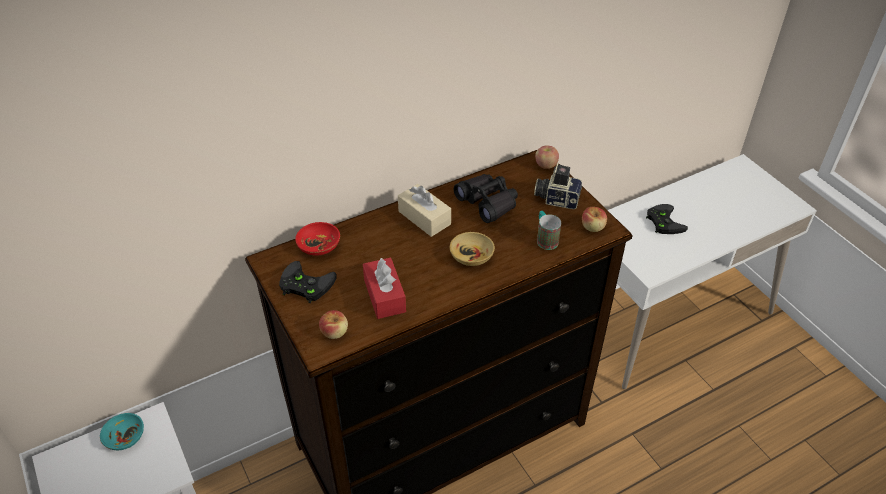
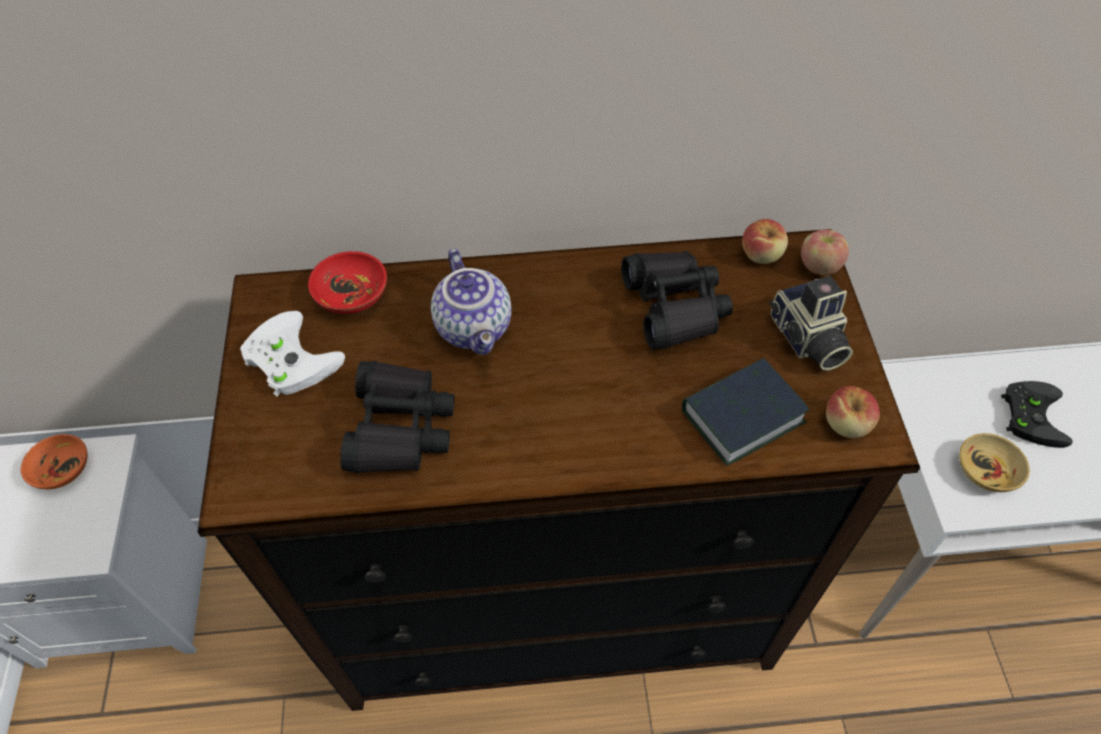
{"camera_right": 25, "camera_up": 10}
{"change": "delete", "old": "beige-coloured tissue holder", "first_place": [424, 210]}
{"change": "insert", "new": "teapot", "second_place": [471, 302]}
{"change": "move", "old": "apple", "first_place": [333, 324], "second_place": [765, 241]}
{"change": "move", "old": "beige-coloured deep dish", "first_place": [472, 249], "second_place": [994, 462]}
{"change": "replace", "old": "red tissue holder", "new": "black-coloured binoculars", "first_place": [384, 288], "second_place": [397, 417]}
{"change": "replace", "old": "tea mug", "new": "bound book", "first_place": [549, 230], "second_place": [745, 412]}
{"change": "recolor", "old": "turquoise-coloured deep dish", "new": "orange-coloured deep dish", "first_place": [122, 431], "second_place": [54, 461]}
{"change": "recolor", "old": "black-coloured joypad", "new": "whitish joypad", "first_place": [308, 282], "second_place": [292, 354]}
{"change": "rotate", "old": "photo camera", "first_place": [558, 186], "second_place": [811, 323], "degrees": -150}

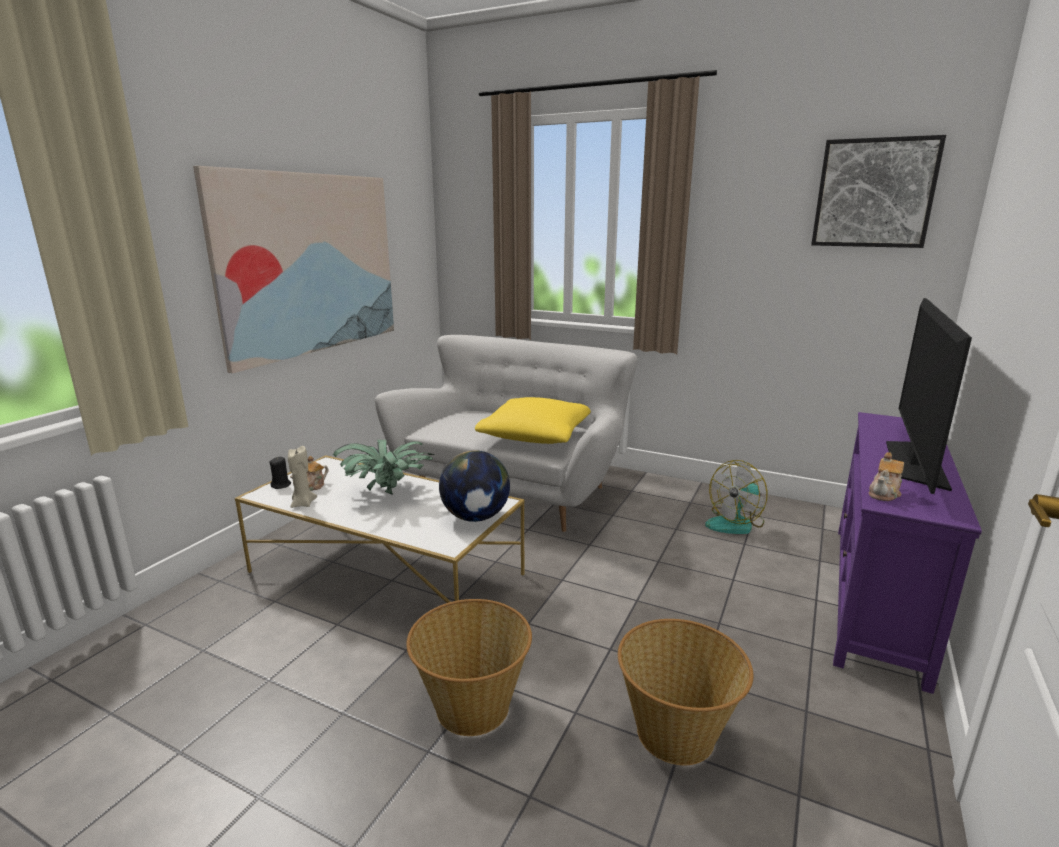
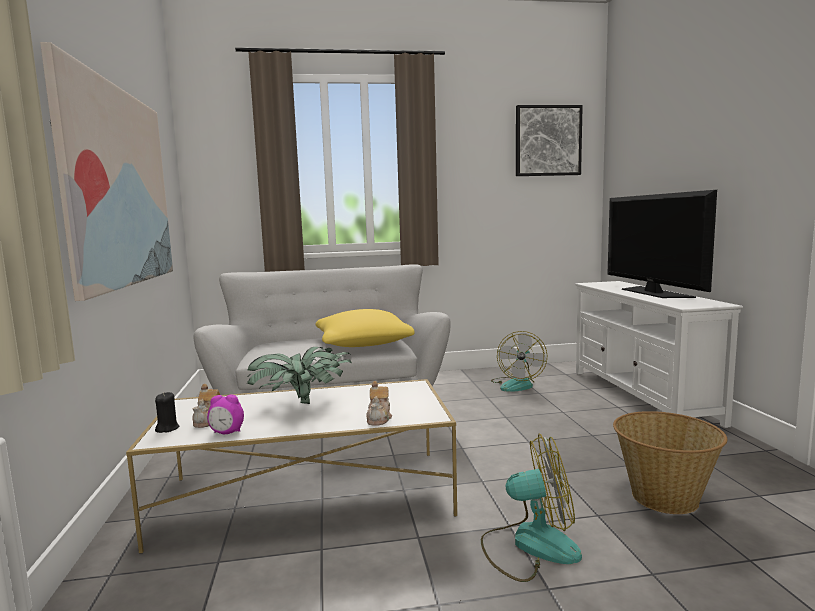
{"camera_right": -35, "camera_up": -10}
{"change": "delete", "old": "world globe", "first_place": [474, 486]}
{"change": "move", "old": "teapot", "first_place": [886, 476], "second_place": [379, 403]}
{"change": "replace", "old": "beige-coloured candle", "new": "bedside clock", "first_place": [302, 477], "second_place": [225, 414]}
{"change": "replace", "old": "household basket", "new": "fan", "first_place": [469, 667], "second_place": [531, 507]}
{"change": "recolor", "old": "purplish tv unit", "new": "whitish tv unit", "first_place": [907, 553], "second_place": [659, 354]}

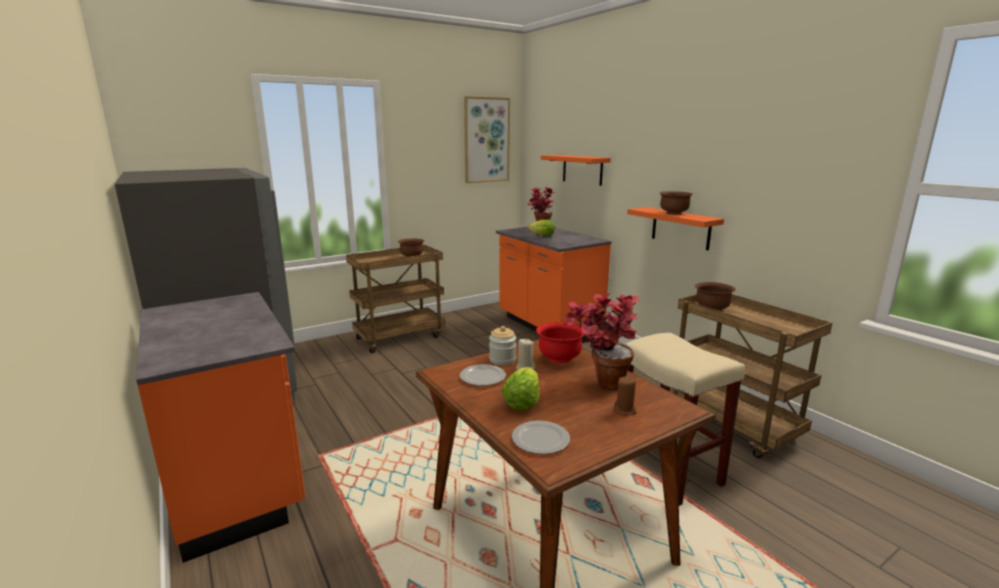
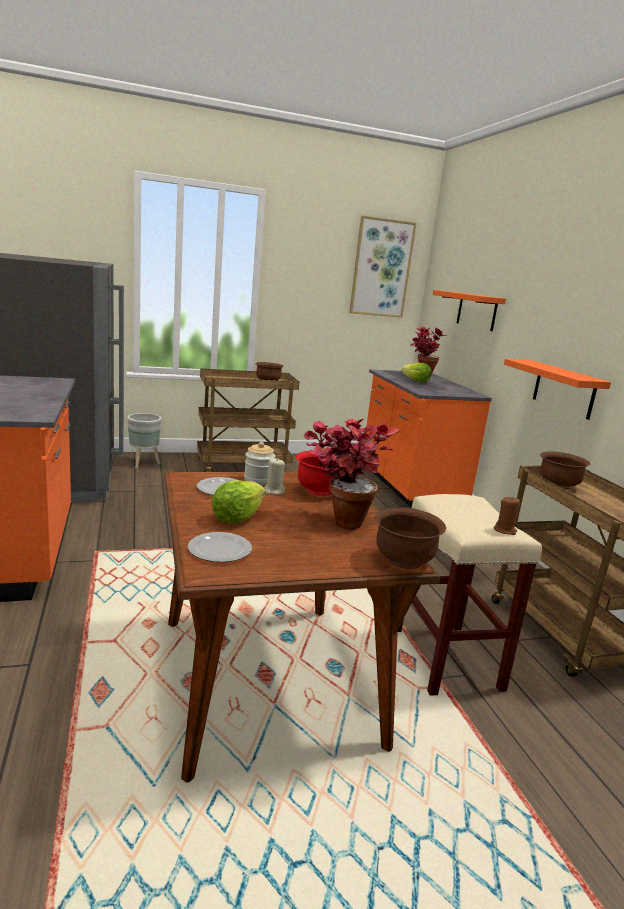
{"camera_right": 15, "camera_up": 0}
{"change": "insert", "new": "greyish plant pot", "second_place": [144, 441]}
{"change": "move", "old": "brown-coloured candle", "first_place": [625, 396], "second_place": [506, 515]}
{"change": "move", "old": "brown-coloured deep dish", "first_place": [676, 203], "second_place": [410, 538]}

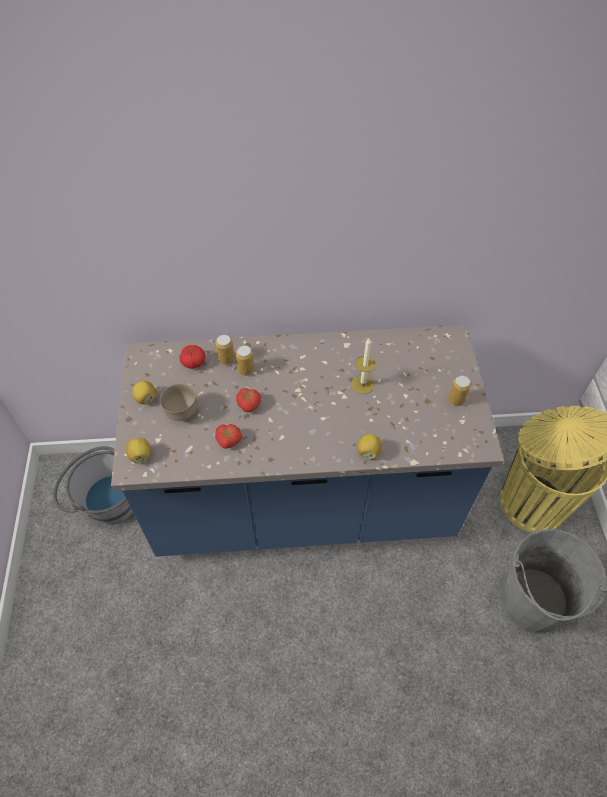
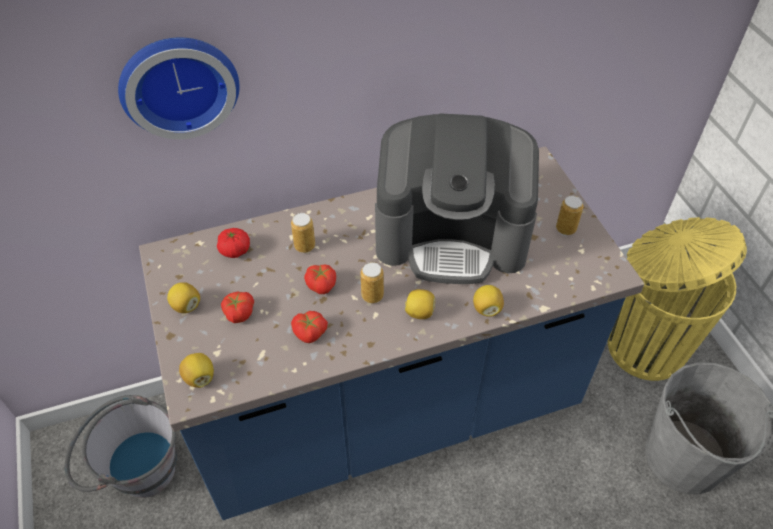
{"camera_right": -15, "camera_up": -5}
{"change": "insert", "new": "wall clock", "second_place": [178, 88]}
{"change": "insert", "new": "lemon", "second_place": [420, 304]}
{"change": "move", "old": "metal can", "first_place": [225, 350], "second_place": [372, 282]}
{"change": "replace", "old": "brown-coloured deep dish", "new": "whole tomato", "first_place": [179, 402], "second_place": [237, 307]}
{"change": "replace", "old": "candle", "new": "coffee brewer", "first_place": [364, 366], "second_place": [457, 198]}

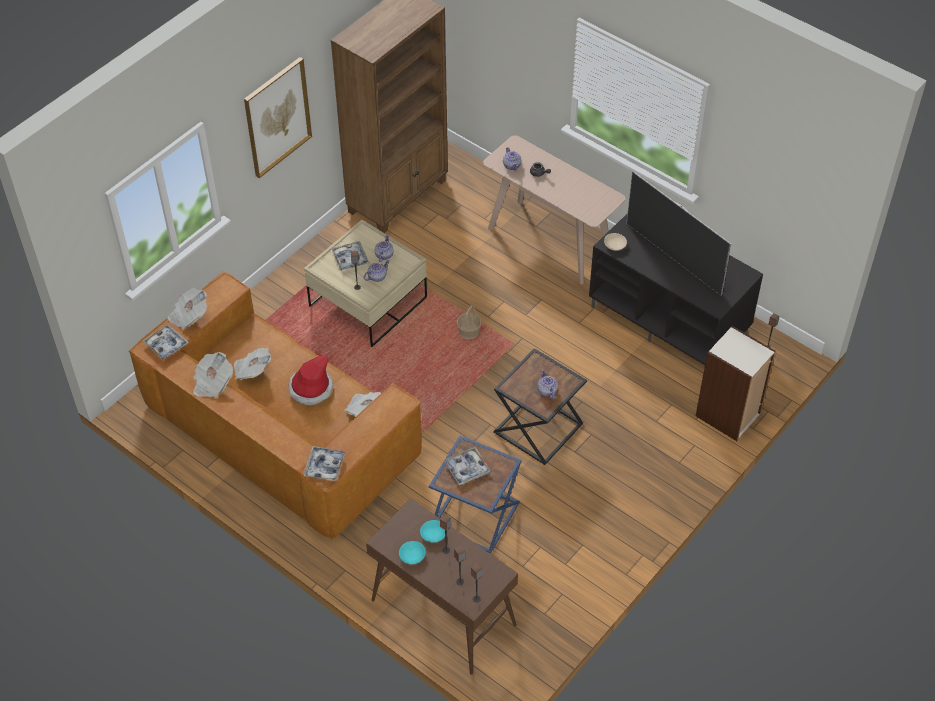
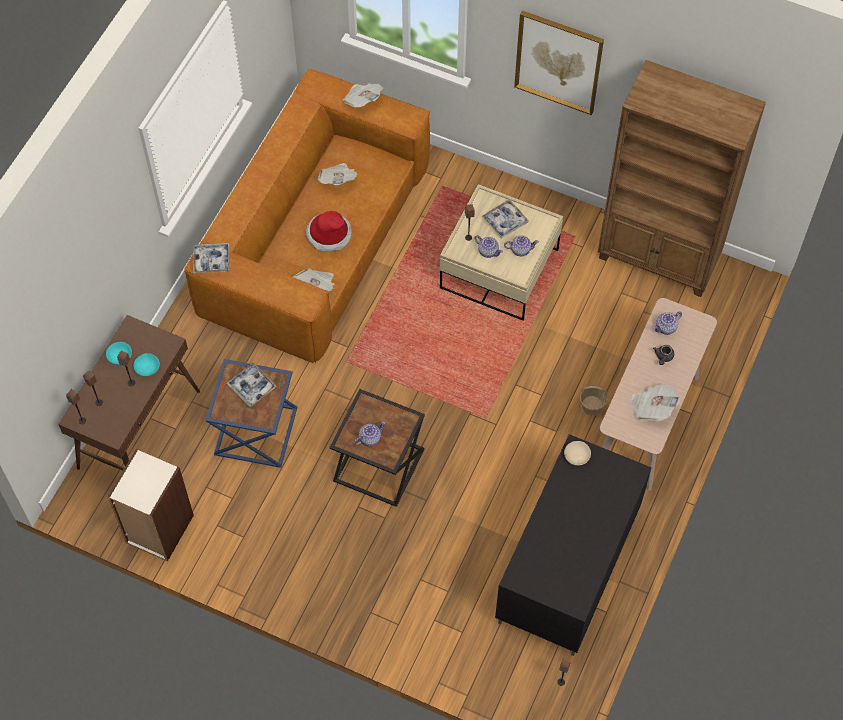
{"camera_right": 75, "camera_up": 10}
{"change": "delete", "old": "carrying tray", "first_place": [165, 342]}
{"change": "delete", "old": "television", "first_place": [678, 233]}
{"change": "move", "old": "printed paper", "first_place": [213, 375], "second_place": [655, 402]}
{"change": "move", "old": "household basket", "first_place": [469, 322], "second_place": [593, 401]}
{"change": "move", "old": "bookshelf", "first_place": [736, 383], "second_place": [151, 505]}

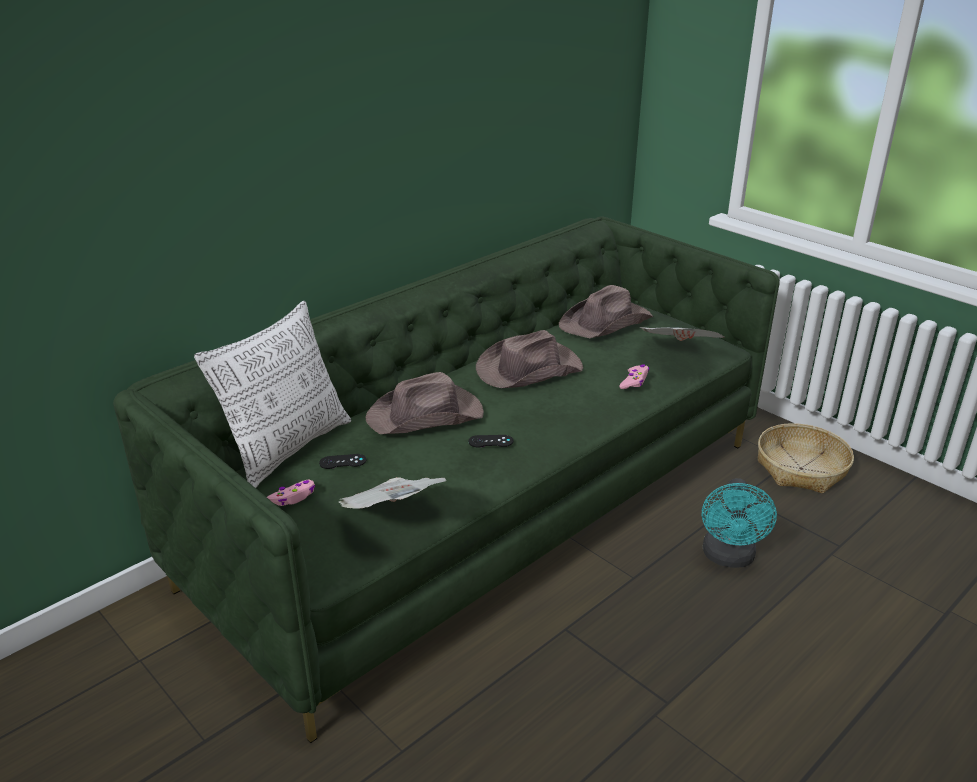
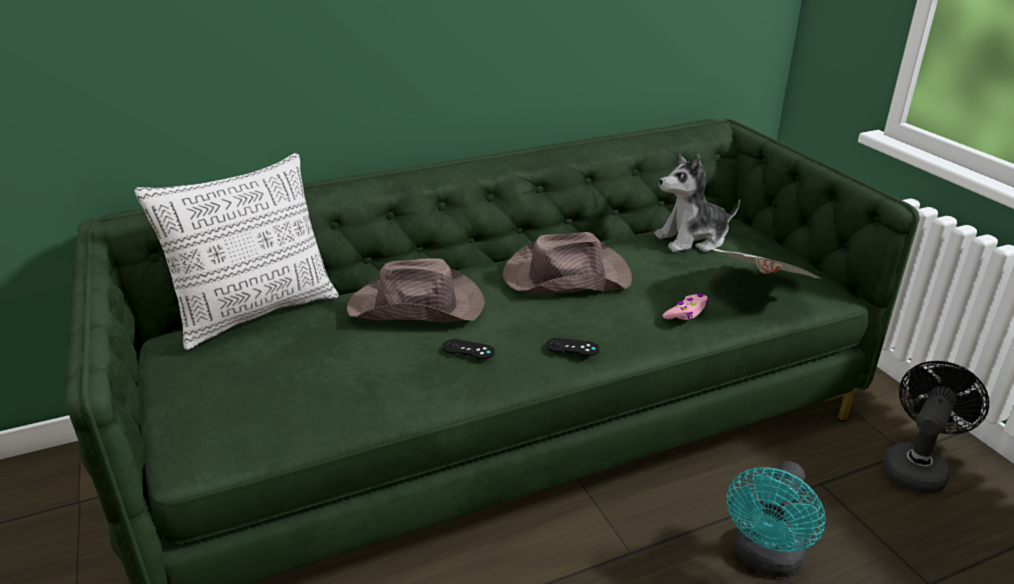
{"camera_right": 20, "camera_up": 0}
{"change": "delete", "old": "pinkish joypad", "first_place": [291, 493]}
{"change": "delete", "old": "printed paper", "first_place": [392, 493]}
{"change": "move", "old": "black-coloured joypad", "first_place": [342, 461], "second_place": [572, 347]}
{"change": "replace", "old": "brown-coloured wearable hat", "new": "cuddly toy", "first_place": [606, 311], "second_place": [697, 203]}
{"change": "replace", "old": "household basket", "new": "black-coloured fan", "first_place": [806, 458], "second_place": [936, 427]}

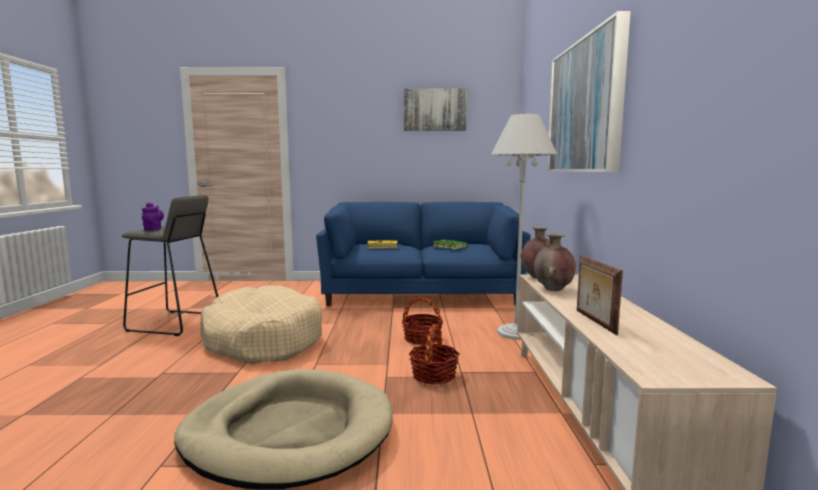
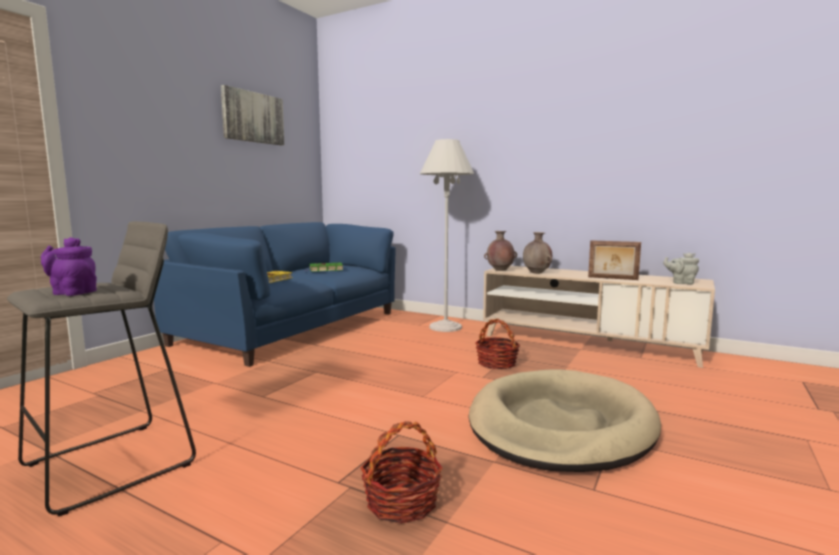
{"camera_right": -60, "camera_up": 0}
{"change": "delete", "old": "beige-coloured dog bed", "first_place": [261, 324]}
{"change": "delete", "old": "wall art", "first_place": [589, 91]}
{"change": "insert", "new": "greyish teapot", "second_place": [681, 268]}
{"change": "move", "old": "household basket", "first_place": [422, 321], "second_place": [401, 472]}

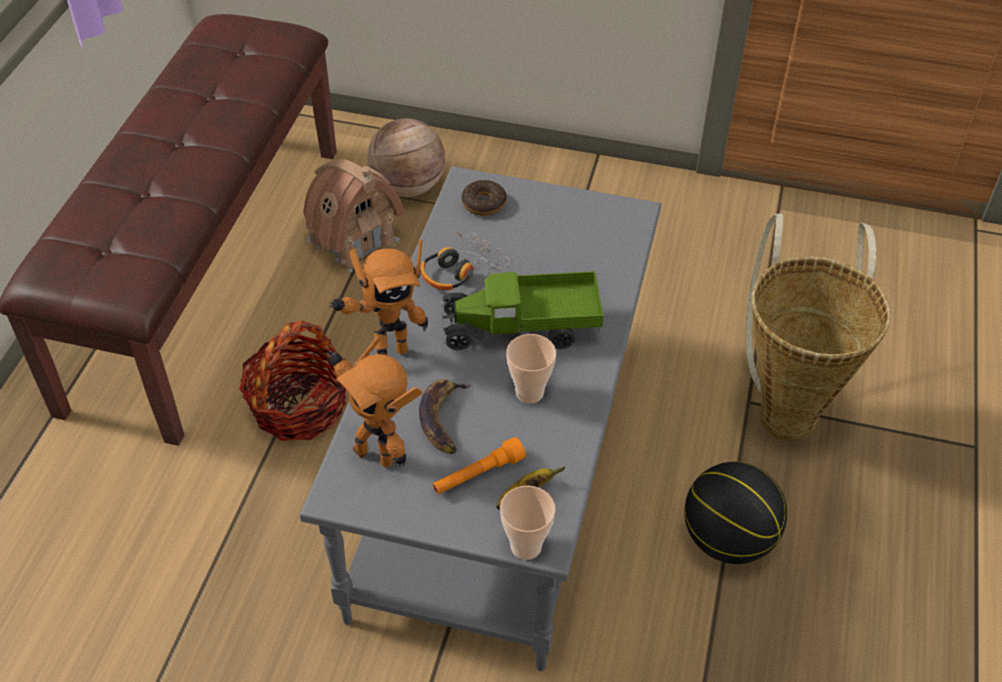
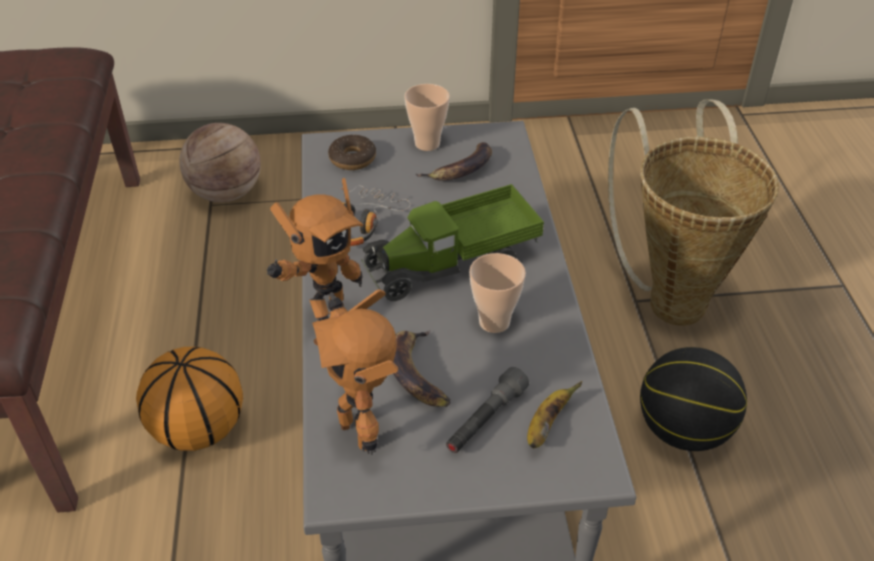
{"camera_right": -20, "camera_up": -5}
{"change": "delete", "old": "toy house", "first_place": [354, 215]}
{"change": "insert", "new": "banana", "second_place": [454, 161]}
{"change": "move", "old": "drinking cup", "first_place": [528, 523], "second_place": [427, 117]}
{"change": "replace", "old": "household basket", "new": "basketball ball", "first_place": [292, 381], "second_place": [189, 399]}
{"change": "recolor", "old": "orange-coloured torch", "new": "greyish torch", "first_place": [479, 465], "second_place": [487, 410]}
{"change": "rotate", "old": "toy robot", "first_place": [374, 401], "second_place": [355, 372], "degrees": 45}

